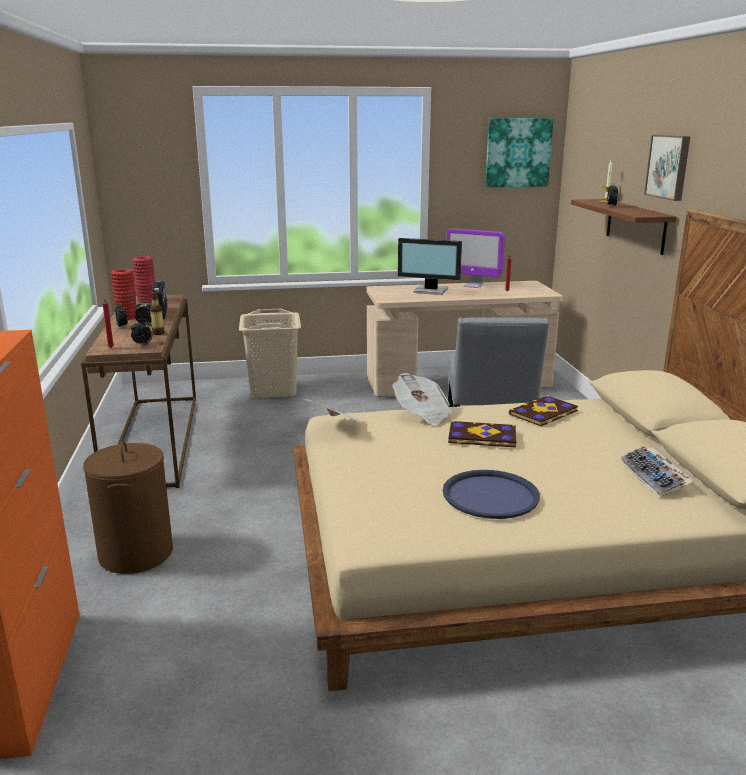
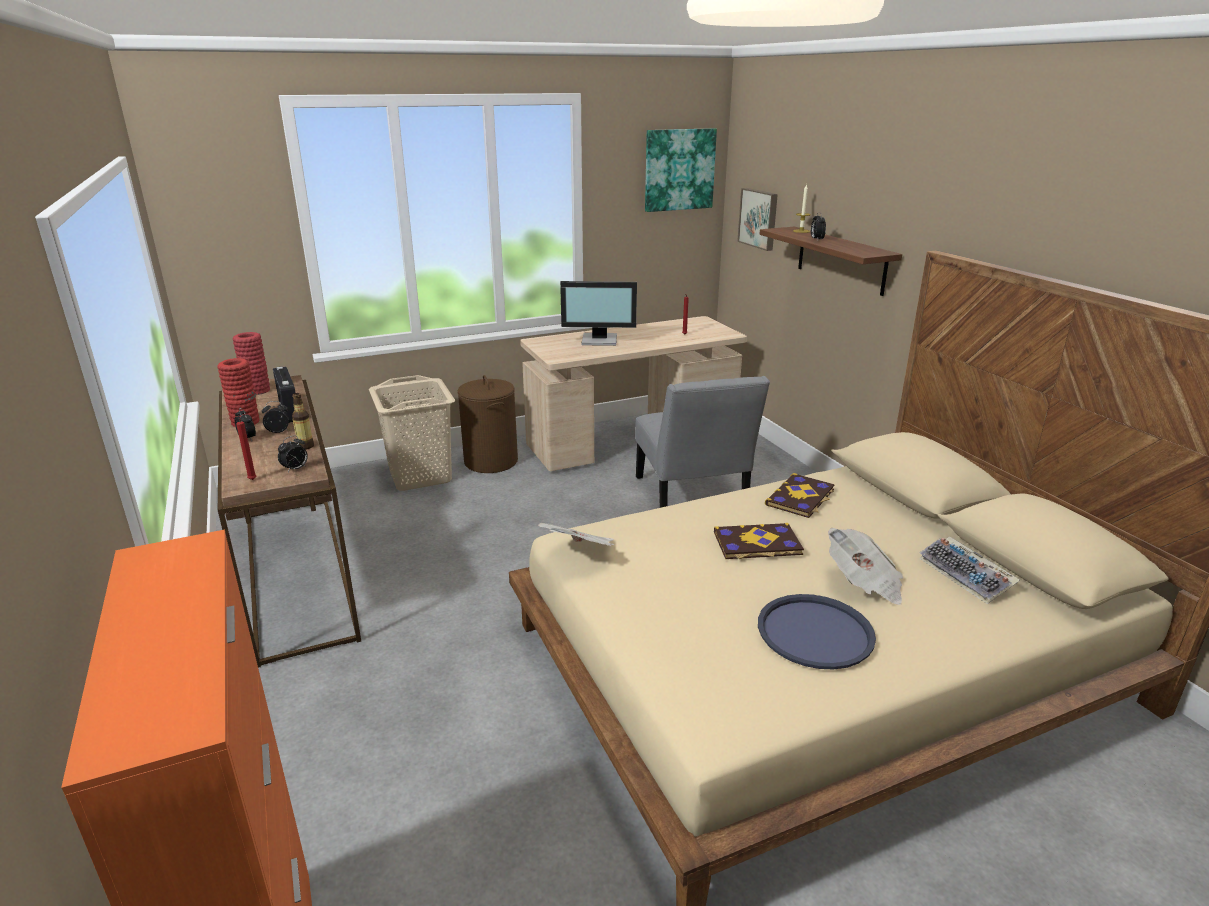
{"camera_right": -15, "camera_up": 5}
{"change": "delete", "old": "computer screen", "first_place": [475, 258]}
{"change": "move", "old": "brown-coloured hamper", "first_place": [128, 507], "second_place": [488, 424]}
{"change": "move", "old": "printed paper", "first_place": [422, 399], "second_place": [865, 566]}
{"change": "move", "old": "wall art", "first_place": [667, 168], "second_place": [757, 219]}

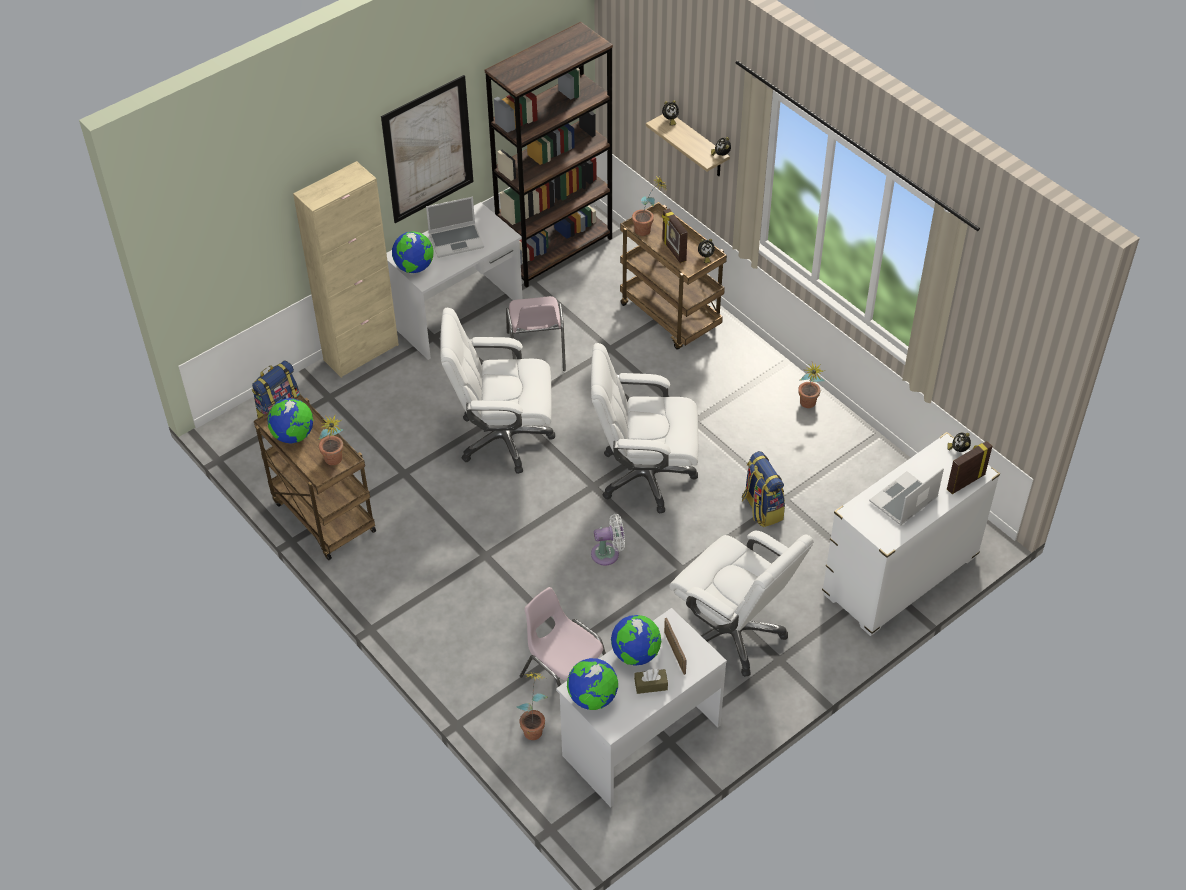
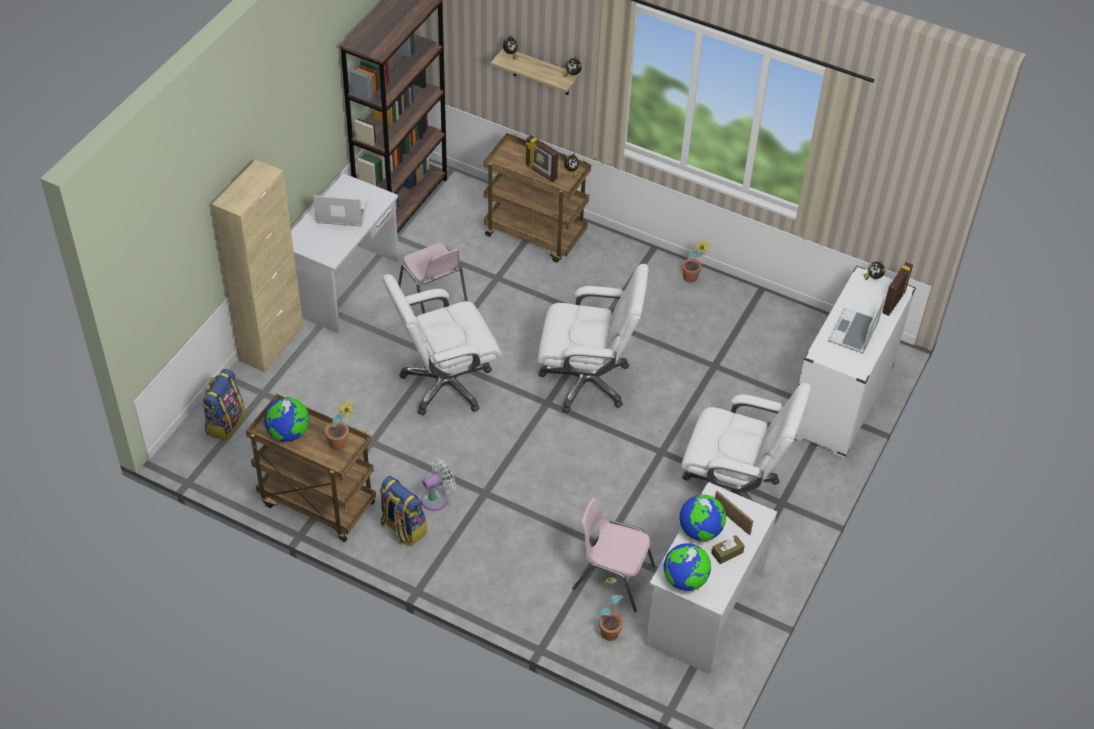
{"camera_right": -25, "camera_up": 0}
{"change": "delete", "old": "wall art", "first_place": [427, 149]}
{"change": "delete", "old": "world globe", "first_place": [413, 252]}
{"change": "delete", "old": "potted plant", "first_place": [649, 205]}
{"change": "move", "old": "whitish fan", "first_place": [608, 540], "second_place": [438, 485]}
{"change": "move", "old": "rucksack", "first_place": [763, 489], "second_place": [403, 511]}
{"change": "rotate", "old": "portable computer", "first_place": [455, 227], "second_place": [340, 210], "degrees": -135}
{"change": "rotate", "old": "whitish office chair", "first_place": [644, 428], "second_place": [593, 338], "degrees": -150}

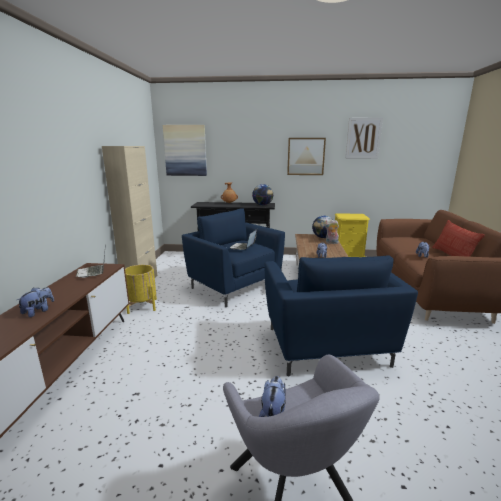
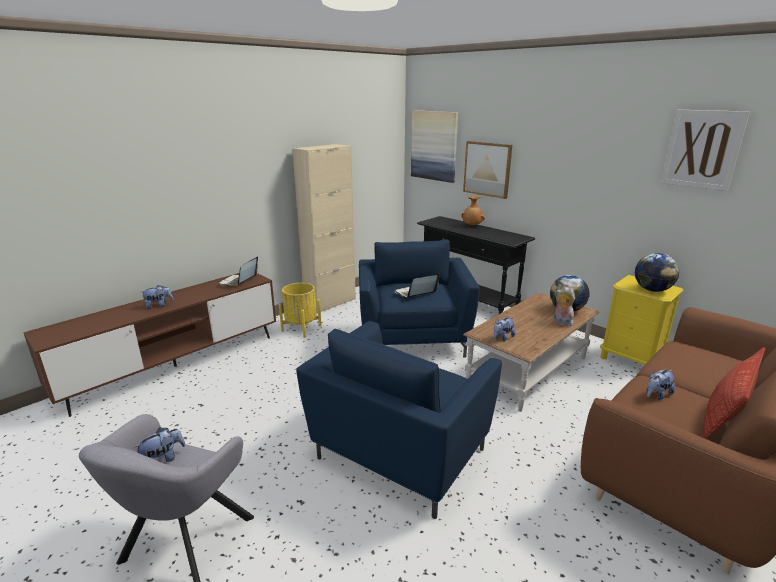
{"camera_right": 40, "camera_up": 5}
{"change": "move", "old": "world globe", "first_place": [262, 195], "second_place": [657, 272]}
{"change": "move", "old": "wall art", "first_place": [306, 156], "second_place": [487, 170]}

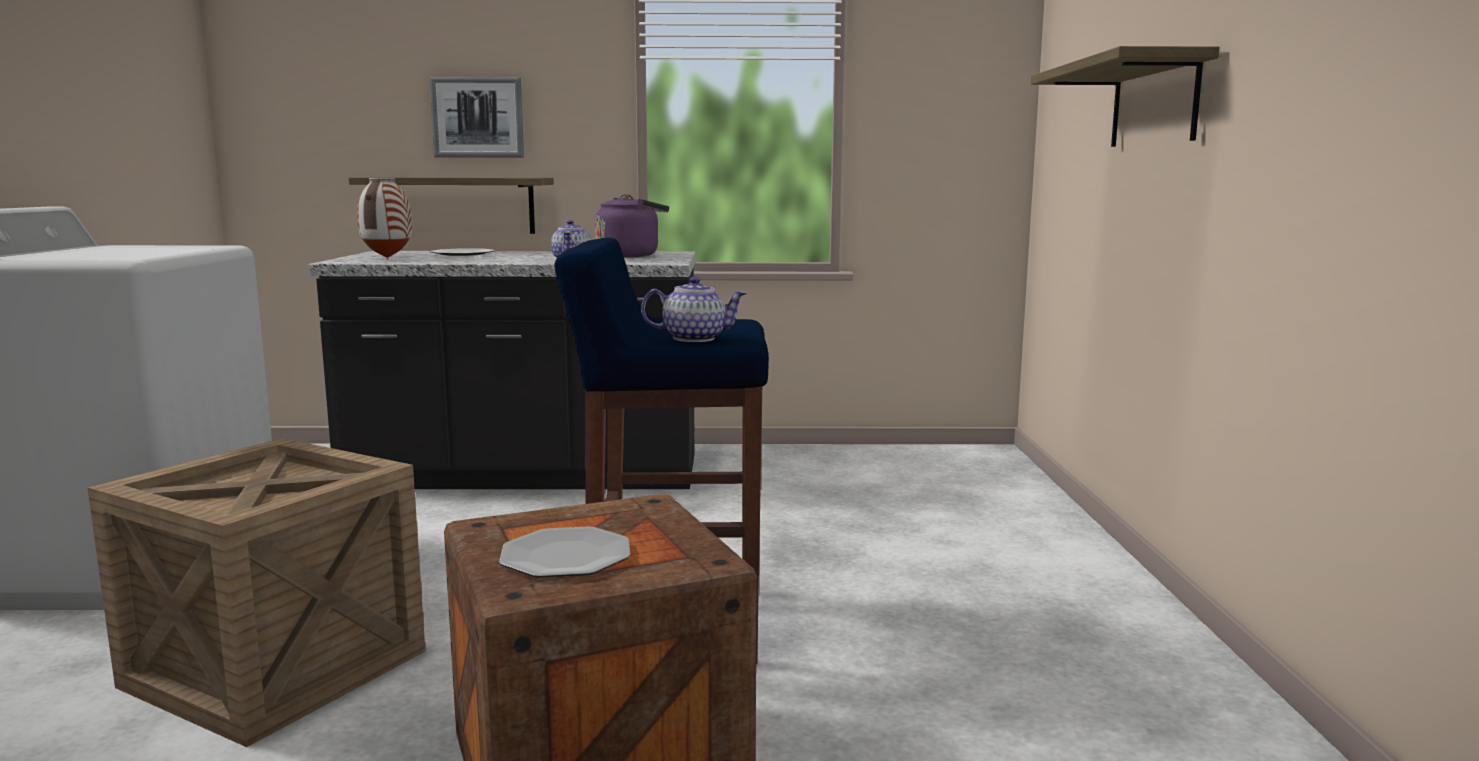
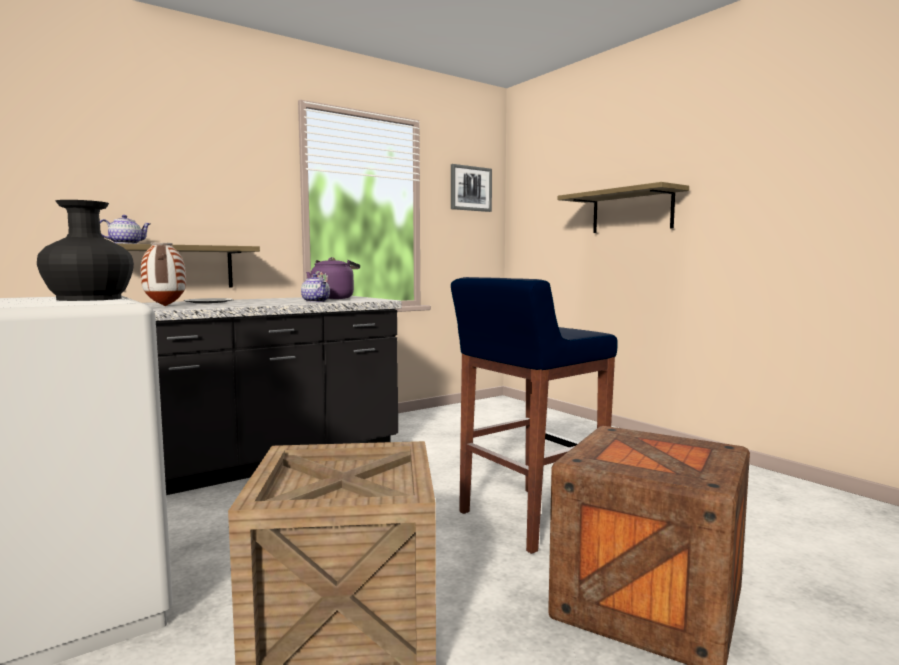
{"camera_right": -35, "camera_up": -5}
{"change": "delete", "old": "flat dish", "first_place": [564, 552]}
{"change": "insert", "new": "black-coloured decorative vase", "second_place": [85, 250]}
{"change": "move", "old": "wall art", "first_place": [476, 117], "second_place": [471, 188]}
{"change": "move", "old": "teapot", "first_place": [694, 309], "second_place": [125, 229]}

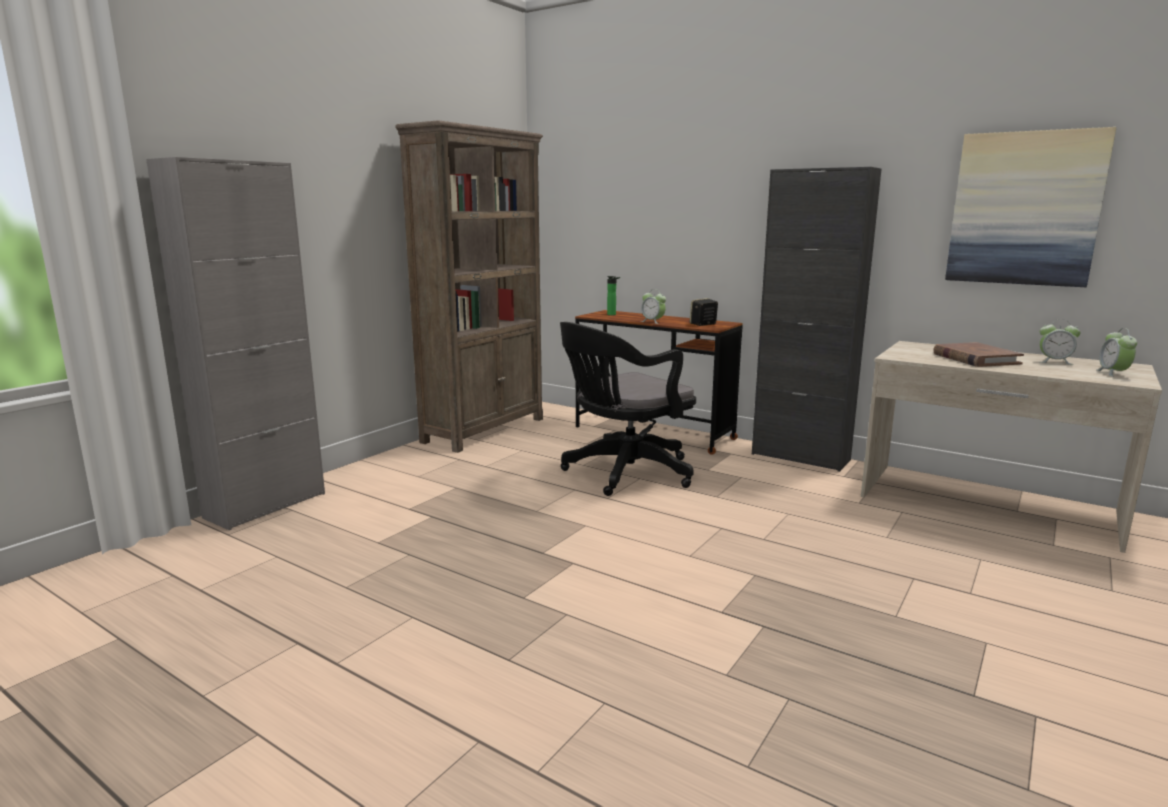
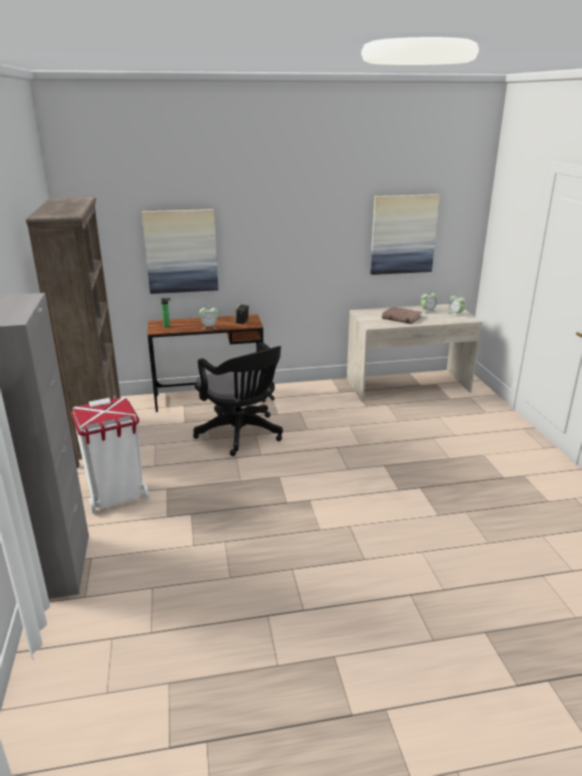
{"camera_right": -45, "camera_up": 10}
{"change": "delete", "old": "black-coloured cupboard", "first_place": [816, 319]}
{"change": "insert", "new": "whitish trash can", "second_place": [110, 455]}
{"change": "insert", "new": "wall art", "second_place": [180, 251]}
{"change": "rotate", "old": "black-coloured office chair", "first_place": [628, 409], "second_place": [238, 399], "degrees": -45}

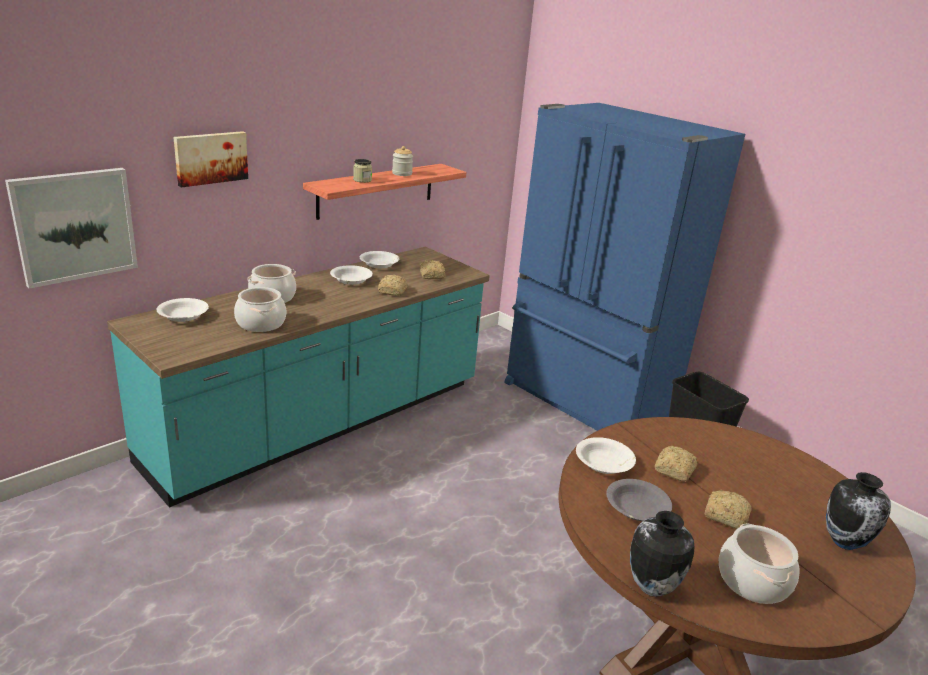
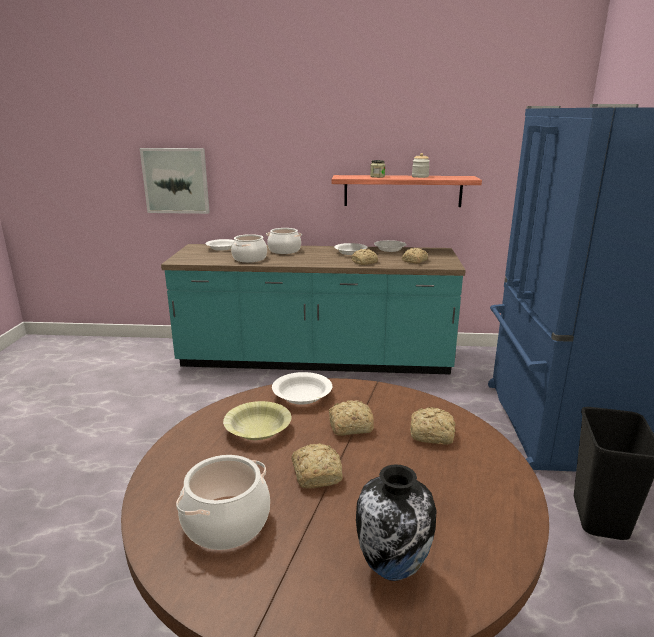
{"camera_right": 50, "camera_up": -5}
{"change": "delete", "old": "wall art", "first_place": [210, 159]}
{"change": "delete", "old": "decorative vase", "first_place": [662, 554]}
{"change": "insert", "new": "bakery bread", "second_place": [433, 426]}
{"change": "recolor", "old": "greyish deep dish", "new": "yellow deep dish", "first_place": [639, 500], "second_place": [257, 420]}

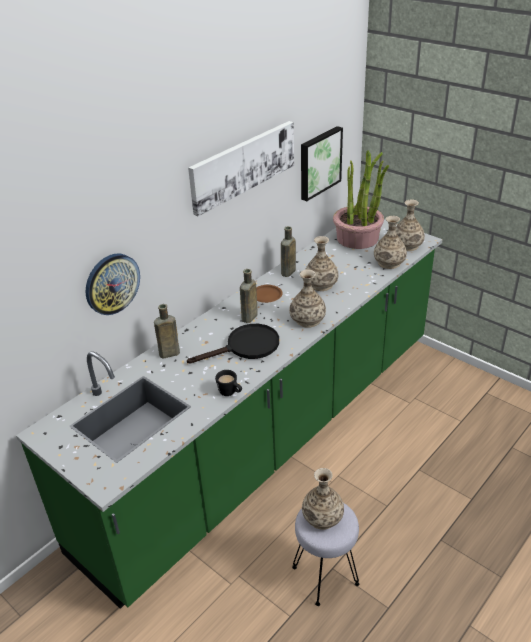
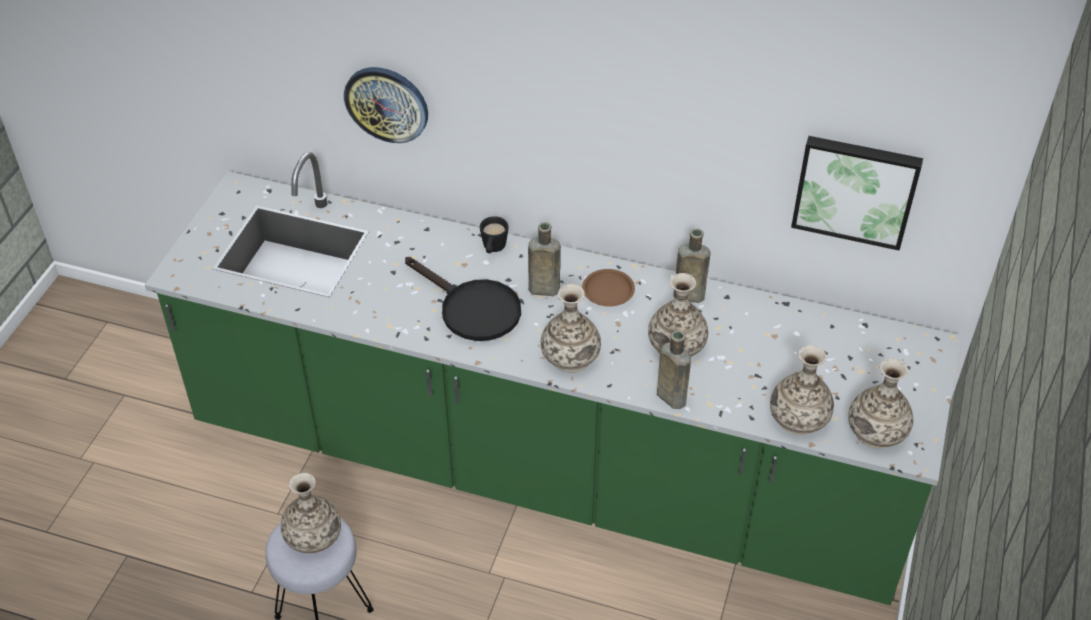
{"camera_right": 65, "camera_up": 10}
{"change": "delete", "old": "wall art", "first_place": [241, 168]}
{"change": "delete", "old": "potted plant", "first_place": [361, 199]}
{"change": "move", "old": "brown-coloured beverage bottle", "first_place": [167, 331], "second_place": [674, 369]}
{"change": "move", "old": "black-coloured tea mug", "first_place": [228, 383], "second_place": [494, 234]}

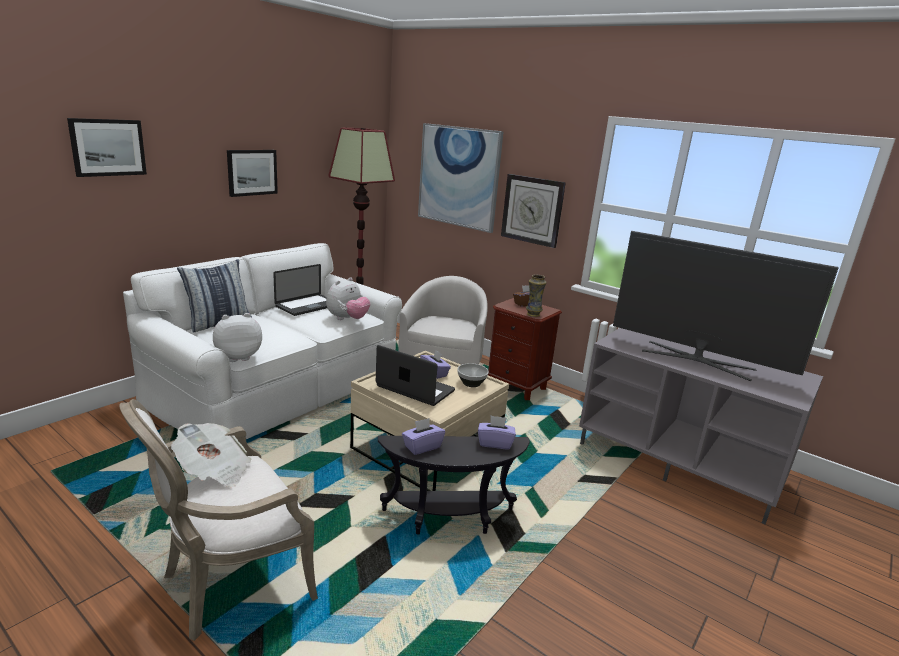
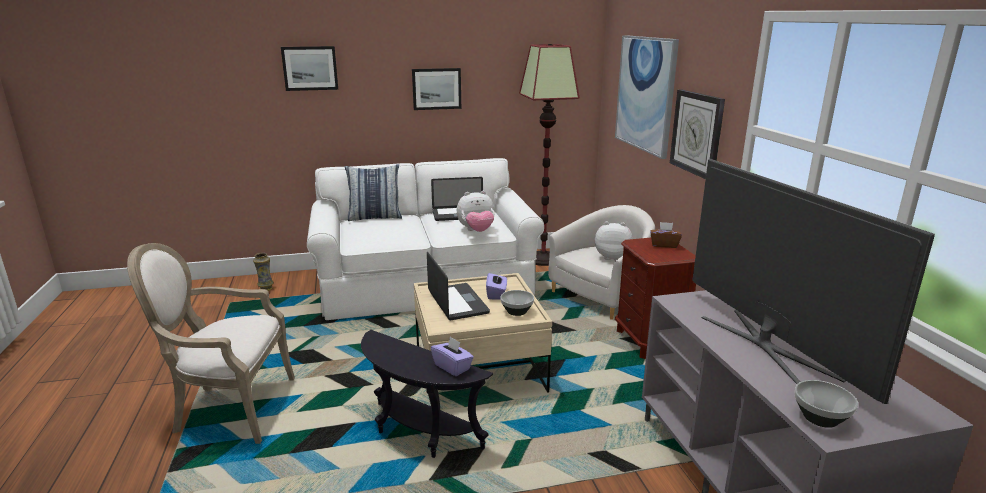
{"camera_right": 40, "camera_up": 0}
{"change": "delete", "old": "printed paper", "first_place": [211, 455]}
{"change": "delete", "old": "purplish tissue holder", "first_place": [423, 436]}
{"change": "insert", "new": "deep dish", "second_place": [826, 404]}
{"change": "move", "old": "cuddly toy", "first_place": [237, 337], "second_place": [614, 241]}
{"change": "move", "old": "decorative vase", "first_place": [536, 295], "second_place": [263, 272]}

